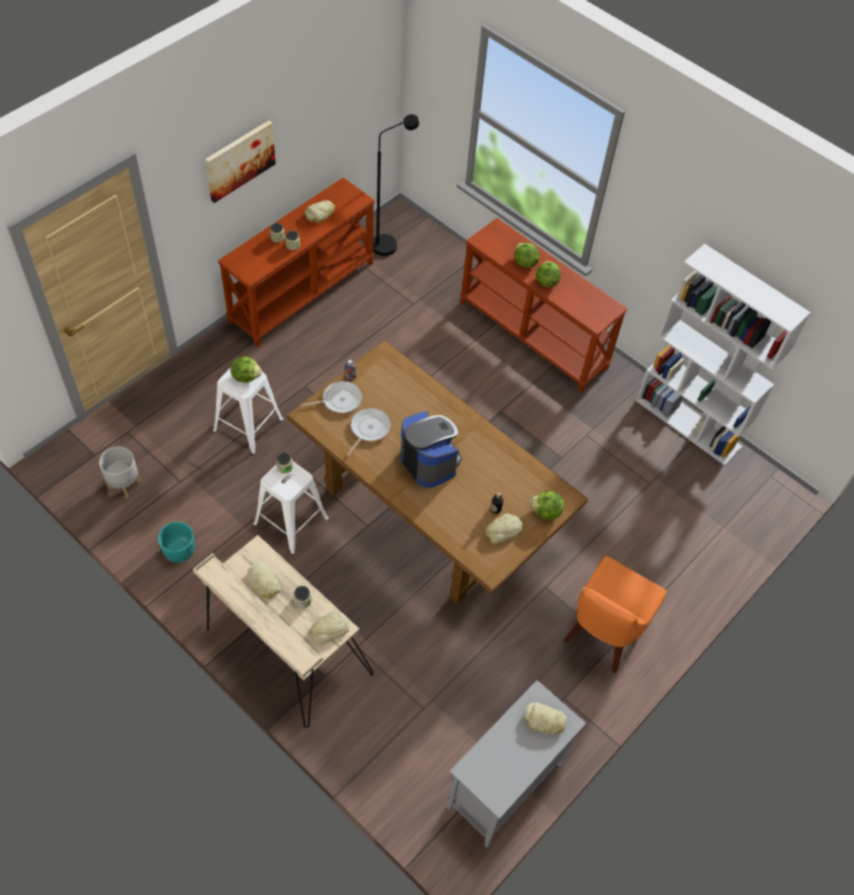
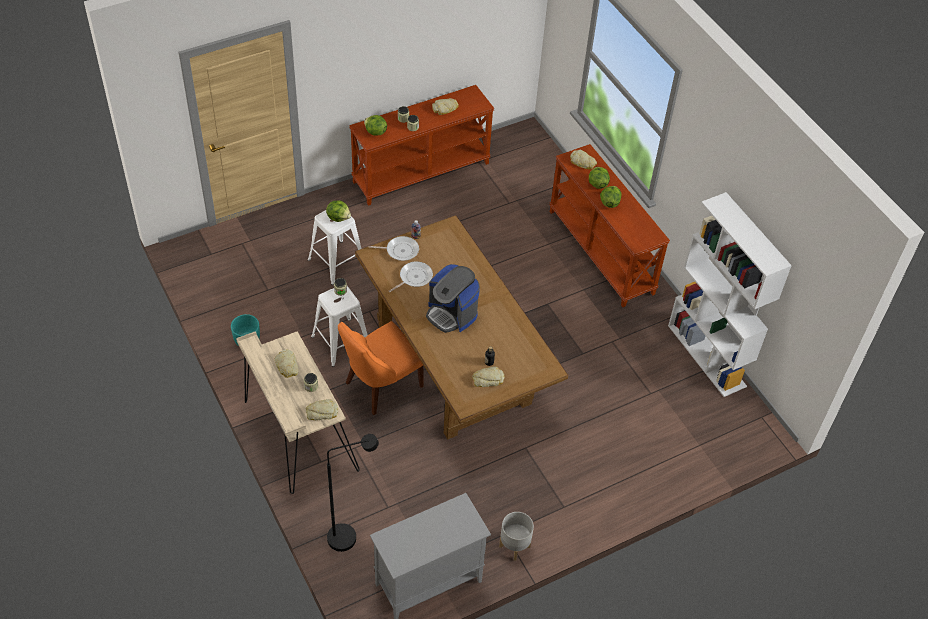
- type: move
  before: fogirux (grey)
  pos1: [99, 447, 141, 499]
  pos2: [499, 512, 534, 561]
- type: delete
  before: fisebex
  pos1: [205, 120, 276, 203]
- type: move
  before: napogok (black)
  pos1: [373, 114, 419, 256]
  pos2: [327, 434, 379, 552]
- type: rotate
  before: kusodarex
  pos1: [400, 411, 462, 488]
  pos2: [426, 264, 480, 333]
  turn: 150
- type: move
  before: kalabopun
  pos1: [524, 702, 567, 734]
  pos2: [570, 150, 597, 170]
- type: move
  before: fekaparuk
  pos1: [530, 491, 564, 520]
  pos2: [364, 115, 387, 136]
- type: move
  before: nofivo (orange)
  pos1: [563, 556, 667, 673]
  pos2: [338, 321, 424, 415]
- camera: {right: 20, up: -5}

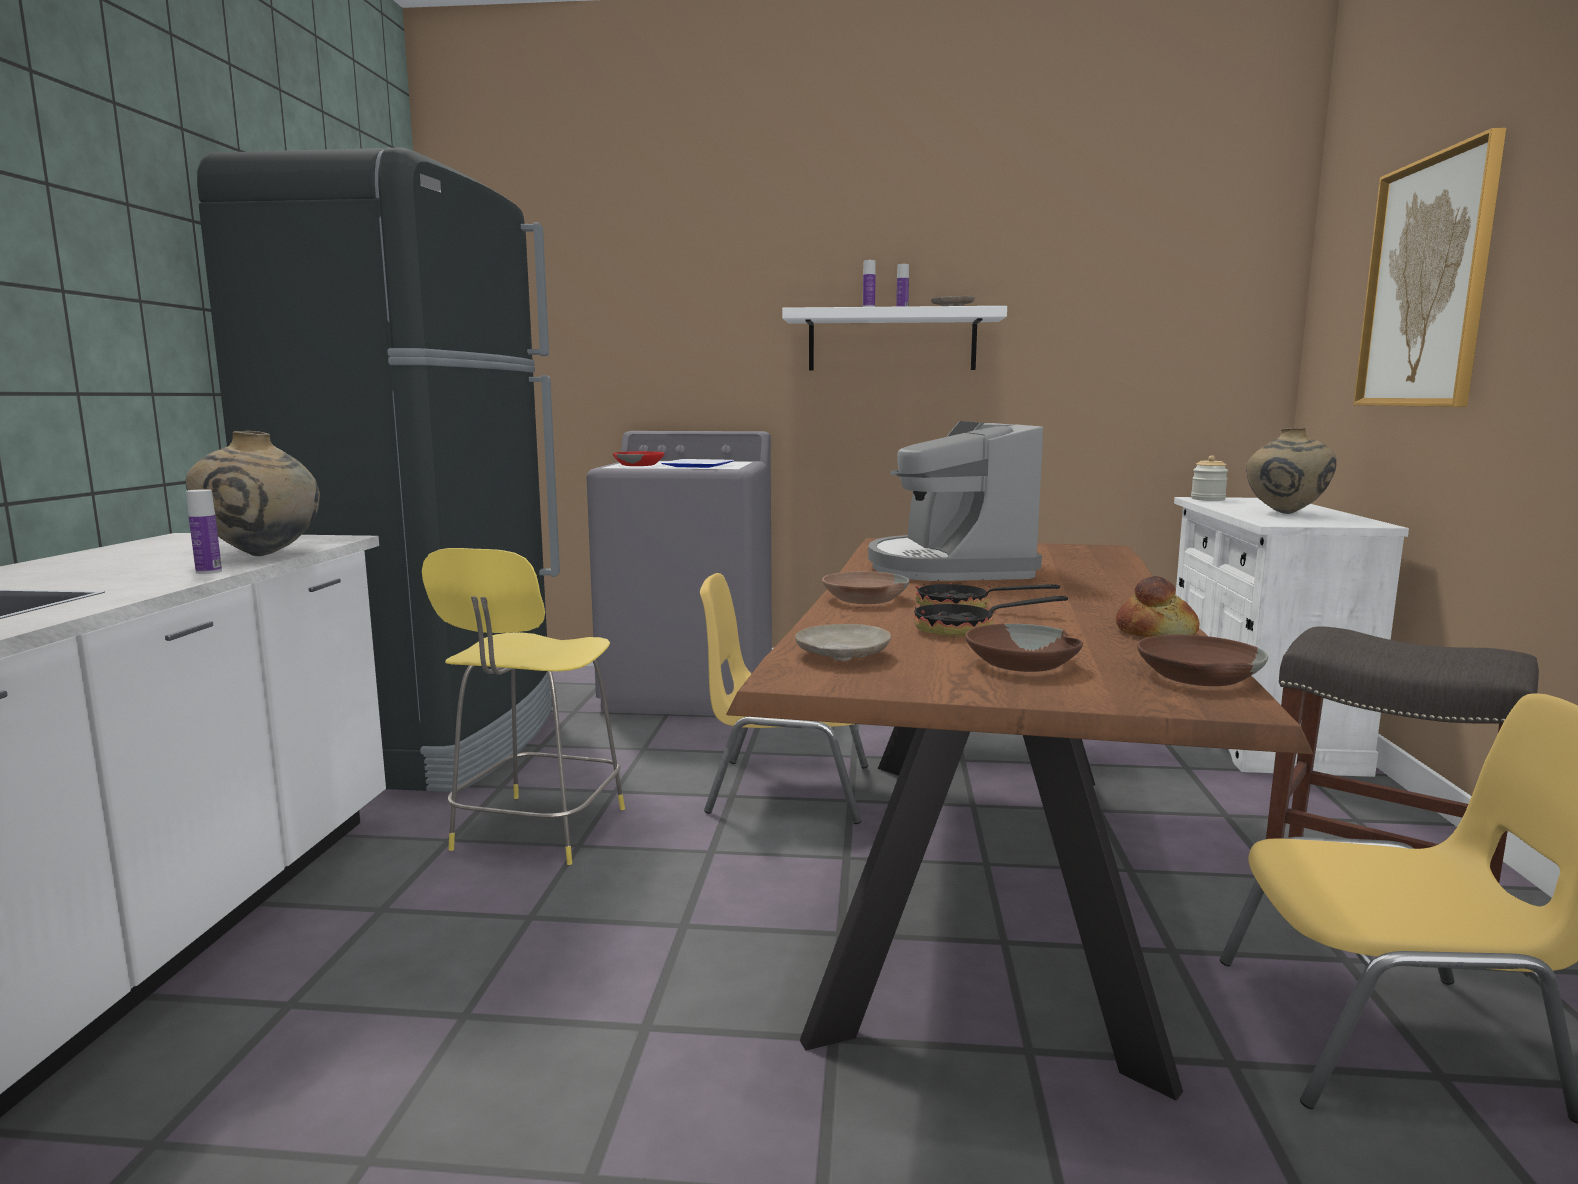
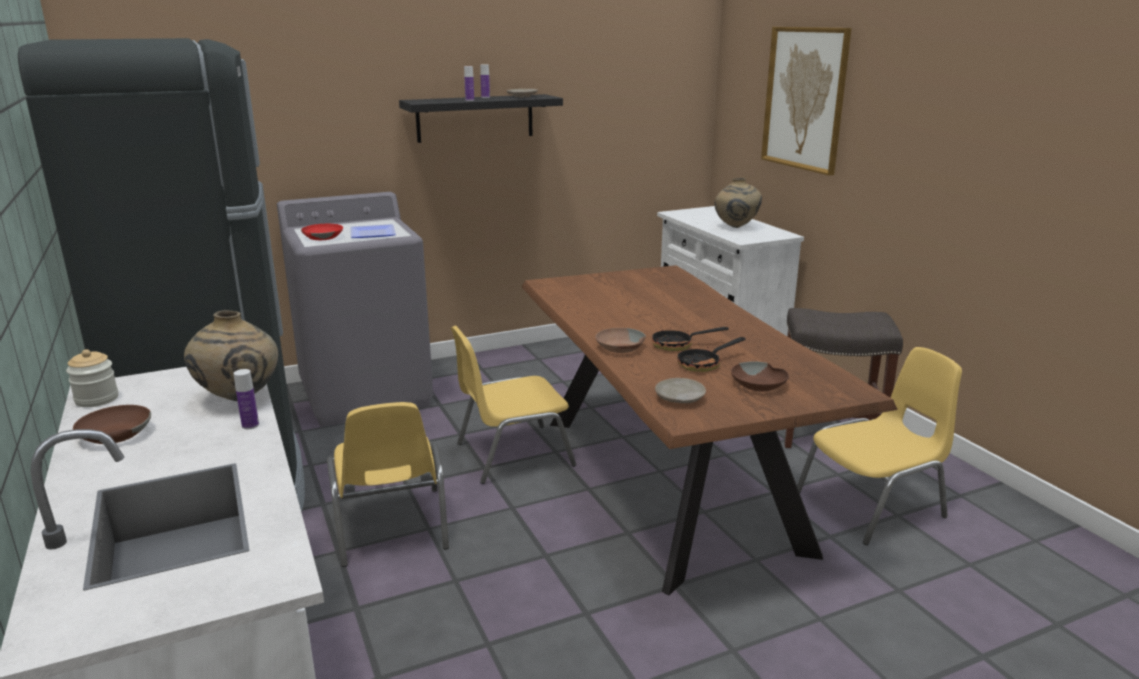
- type: replace
  before: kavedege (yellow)
  after: nofivo (yellow)
  pos1: [422, 548, 625, 865]
  pos2: [327, 402, 449, 567]
- type: recolor
  before: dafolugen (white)
  after: dafolugen (black)
  pos1: [782, 306, 1007, 370]
  pos2: [399, 94, 563, 143]
- type: delete
  before: kusodarex
  pos1: [868, 421, 1043, 581]
- type: delete
  before: kalabopun
  pos1: [1116, 576, 1199, 637]
- type: move
  before: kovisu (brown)
  pos1: [1137, 635, 1268, 686]
  pos2: [73, 405, 151, 444]
- type: move
  before: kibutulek
  pos1: [1191, 455, 1228, 501]
  pos2: [66, 349, 118, 407]
- camera: {right: -30, up: 10}

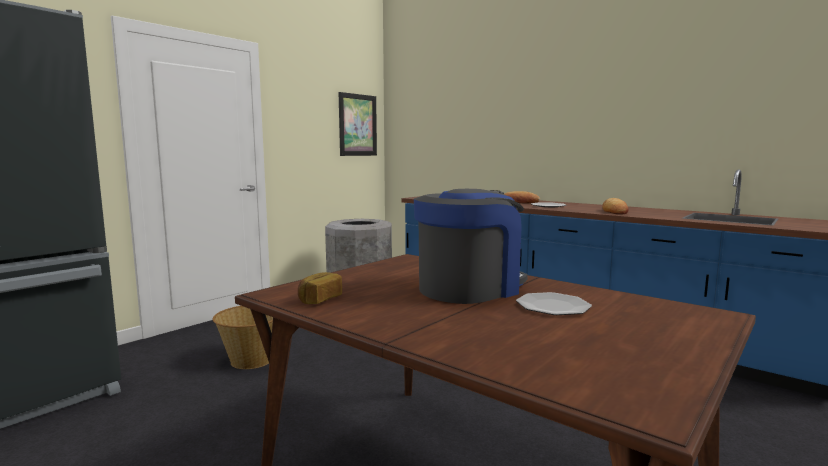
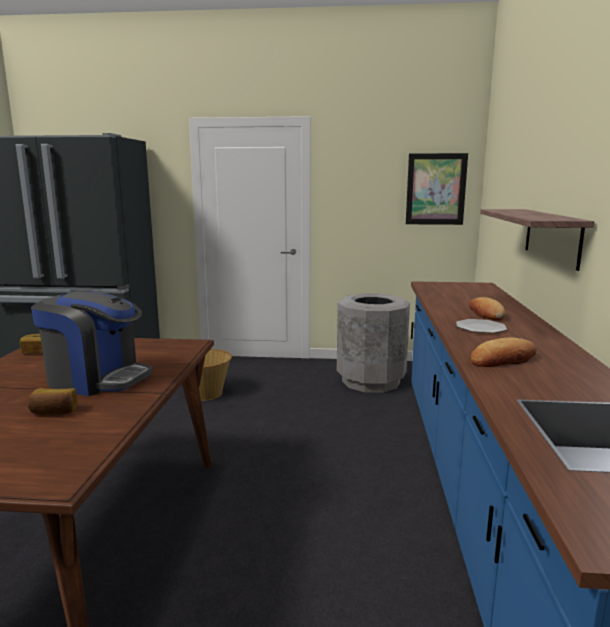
- type: replace
  before: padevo
  after: kalabopun
  pos1: [516, 292, 592, 315]
  pos2: [27, 388, 78, 415]
- type: insert
  after: dafolugen
  pos2: [480, 209, 595, 271]
- camera: {right: 55, up: 5}

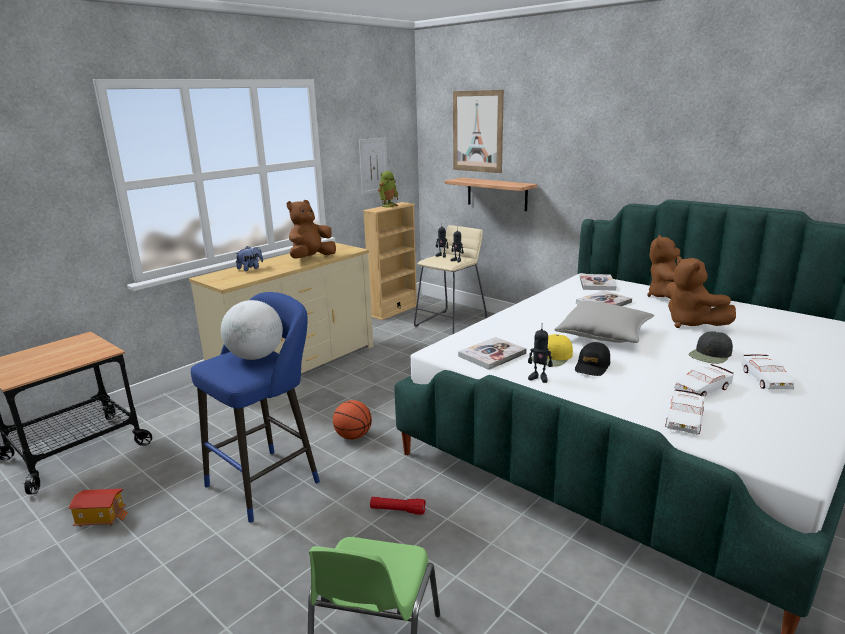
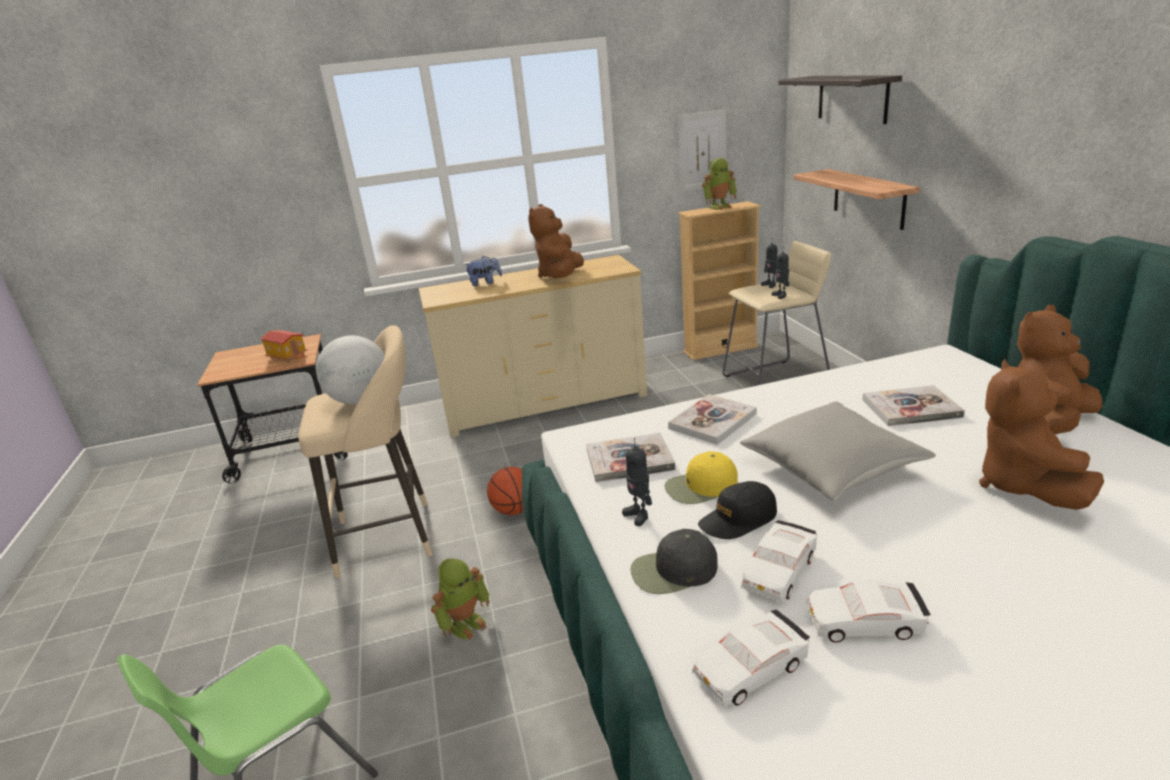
- type: move
  before: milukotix
  pos1: [68, 489, 128, 527]
  pos2: [260, 330, 308, 362]
- type: recolor
  before: kavedege (blue)
  after: kavedege (beige)
  pos1: [191, 292, 320, 523]
  pos2: [298, 325, 432, 578]
- type: rotate
  before: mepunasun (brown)
  pos1: [287, 200, 336, 259]
  pos2: [528, 204, 584, 278]
  turn: -60
- type: replace
  before: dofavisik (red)
  after: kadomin
  pos1: [370, 497, 426, 515]
  pos2: [431, 559, 490, 640]
- type: replace
  before: fisebex
  after: dafolugen
  pos1: [453, 90, 504, 173]
  pos2: [779, 75, 902, 124]
- type: move
  before: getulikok
  pos1: [580, 274, 616, 291]
  pos2: [668, 394, 757, 445]
- type: move
  before: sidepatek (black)
  pos1: [689, 331, 733, 364]
  pos2: [630, 529, 718, 594]
- type: move
  before: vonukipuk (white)
  pos1: [742, 354, 794, 390]
  pos2: [741, 520, 817, 603]
- camera: {right: 35, up: 5}

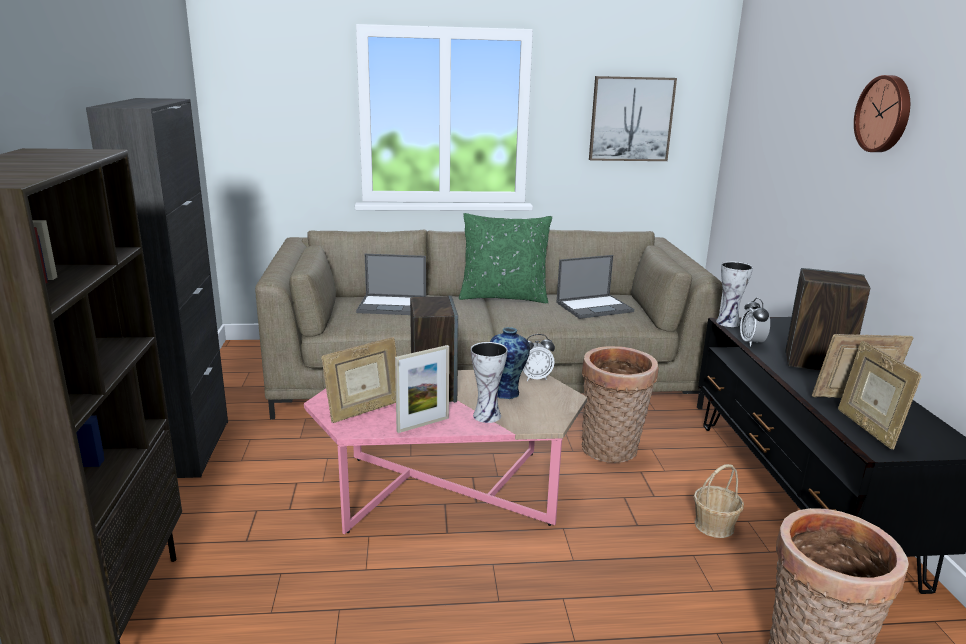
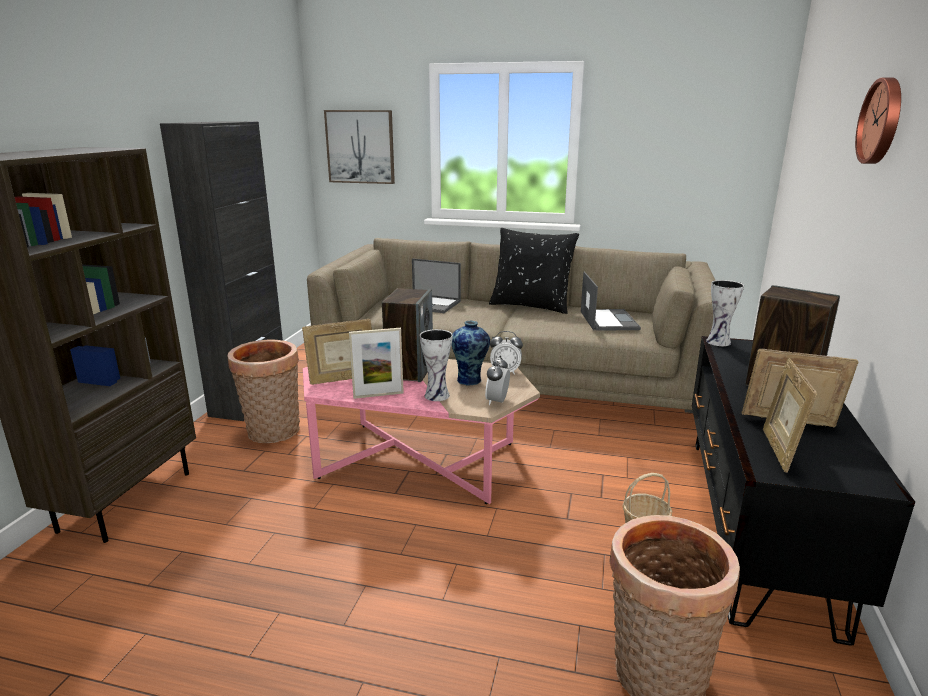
- type: recolor
  before: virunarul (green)
  after: virunarul (black)
  pos1: [459, 213, 552, 303]
  pos2: [489, 228, 579, 314]
- type: rotate
  before: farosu
  pos1: [557, 255, 634, 319]
  pos2: [581, 271, 641, 331]
  turn: -90
- type: move
  before: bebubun
  pos1: [581, 346, 658, 463]
  pos2: [227, 340, 300, 443]
- type: move
  before: fisebex
  pos1: [589, 76, 677, 161]
  pos2: [324, 110, 395, 184]
- type: move
  before: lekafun
  pos1: [740, 298, 770, 347]
  pos2: [485, 355, 510, 405]
- camera: {right: 20, up: 0}

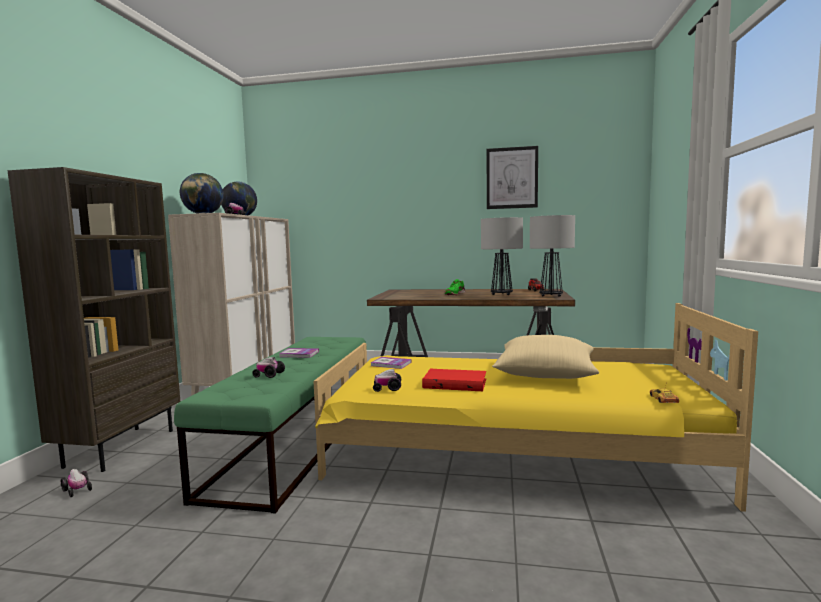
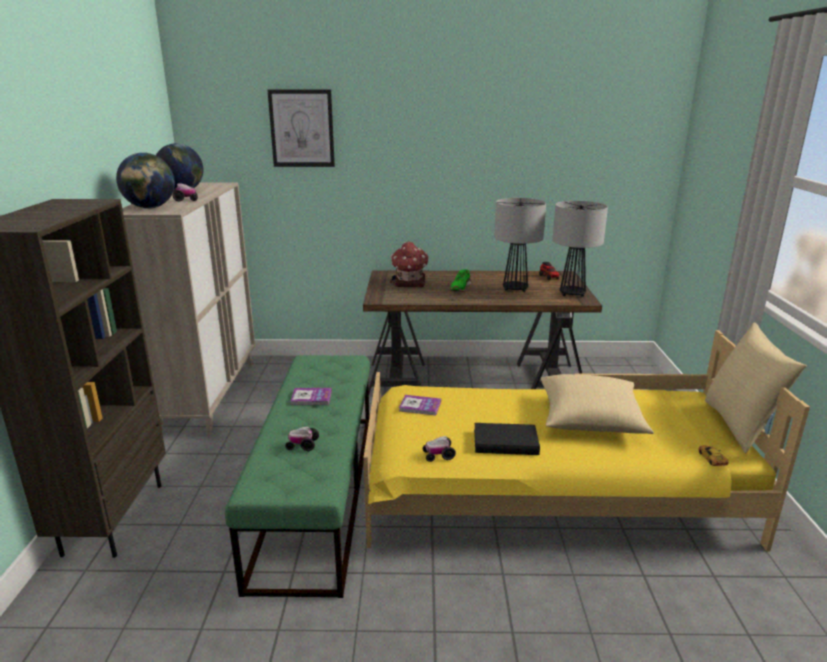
- type: delete
  before: vonukipuk
  pos1: [61, 469, 92, 497]
- type: recolor
  before: getulikok (red)
  after: getulikok (black)
  pos1: [422, 369, 486, 391]
  pos2: [474, 423, 540, 455]
- type: move
  before: fisebex
  pos1: [487, 146, 538, 209]
  pos2: [268, 90, 335, 167]
- type: insert
  after: milukotix
  pos2: [390, 241, 428, 287]
- type: insert
  after: virunarul (beige)
  pos2: [705, 322, 807, 453]
- camera: {right: -10, up: 15}

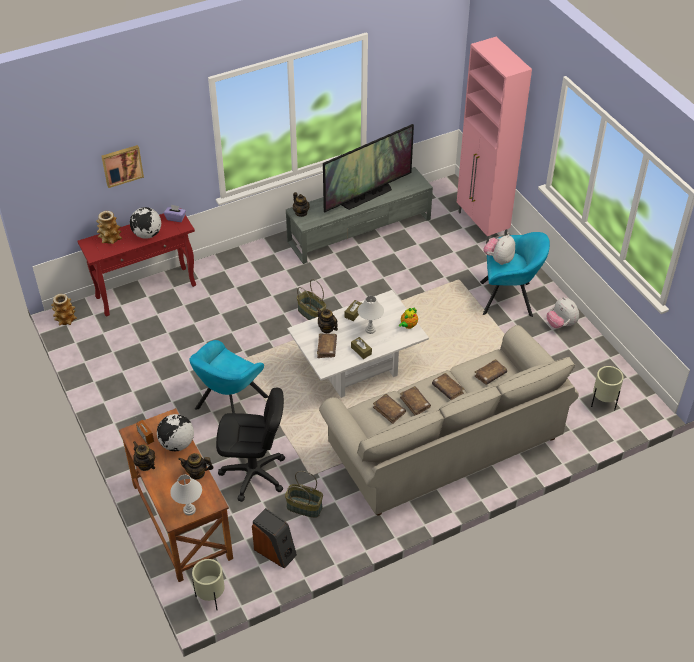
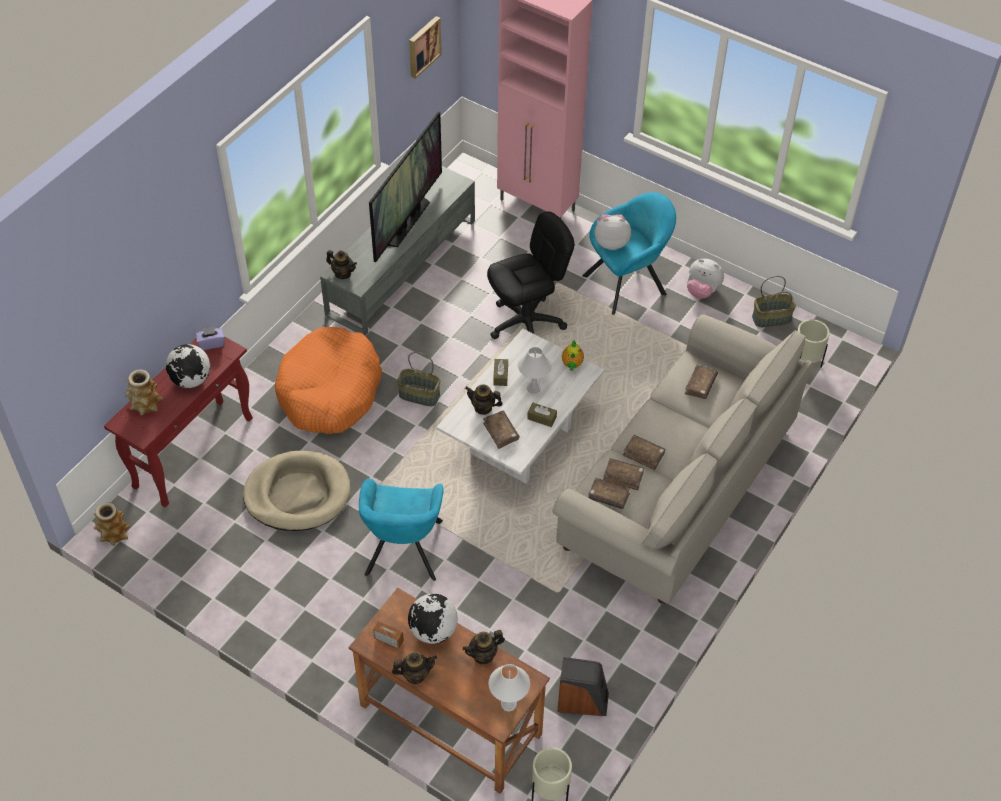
- type: move
  before: fisebex
  pos1: [101, 145, 144, 188]
  pos2: [409, 16, 442, 79]
- type: rotate
  before: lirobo
  pos1: [133, 441, 155, 471]
  pos2: [392, 652, 437, 684]
  turn: 150
- type: move
  before: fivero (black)
  pos1: [216, 388, 285, 502]
  pos2: [487, 211, 574, 339]
- type: move
  before: bebubun
  pos1: [285, 471, 323, 518]
  pos2: [752, 276, 796, 327]
- type: move
  before: getulikok (brown)
  pos1: [432, 373, 464, 400]
  pos2: [588, 478, 630, 509]
- type: rotate
  before: mepunasun
  pos1: [483, 234, 515, 265]
  pos2: [594, 214, 631, 250]
  turn: 90
- type: insert
  after: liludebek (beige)
  pos2: [243, 450, 351, 531]
- type: insert
  after: liludebek (orange)
  pos2: [275, 327, 382, 434]
- camera: {right: -30, up: 5}

